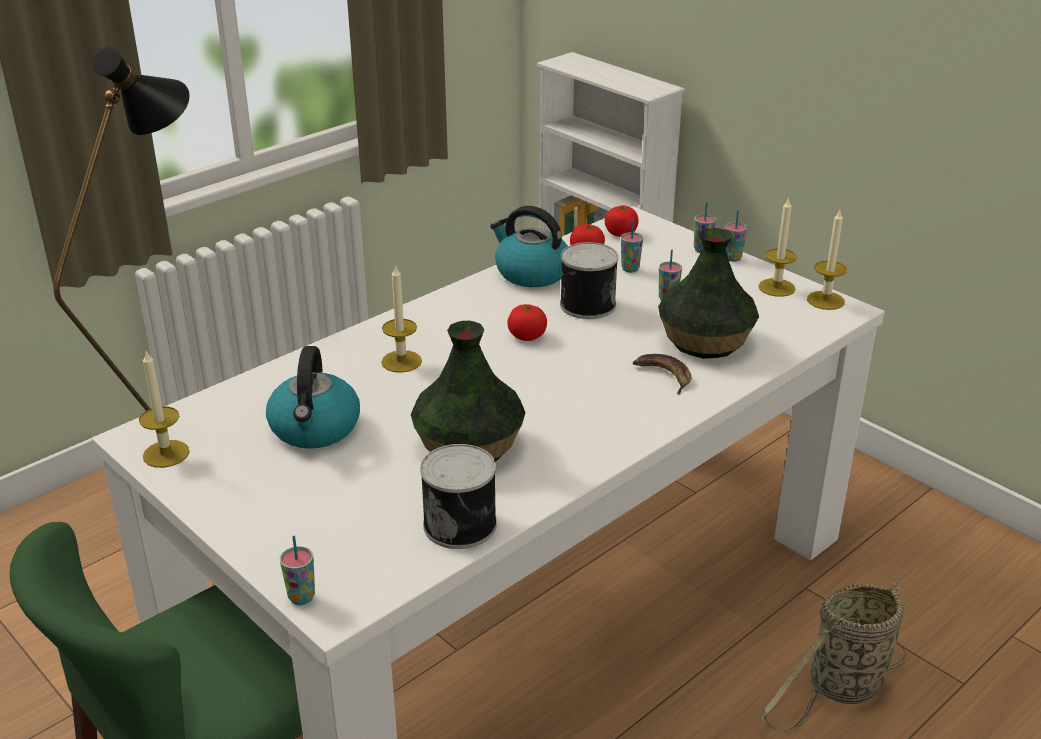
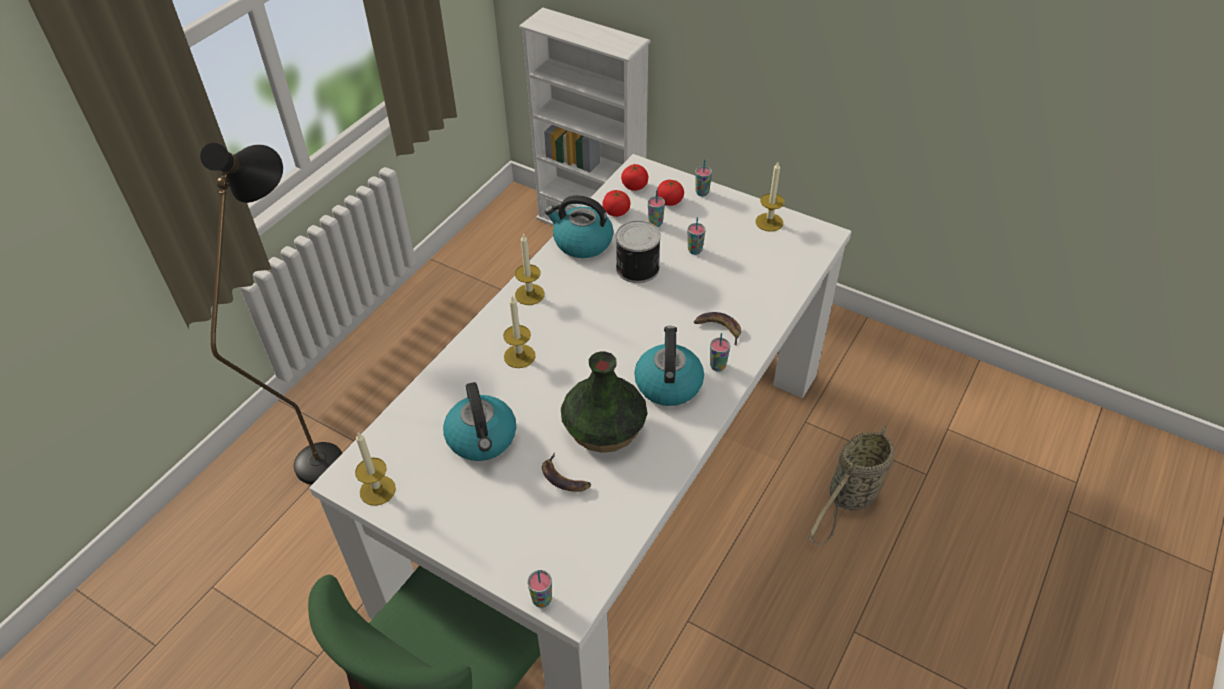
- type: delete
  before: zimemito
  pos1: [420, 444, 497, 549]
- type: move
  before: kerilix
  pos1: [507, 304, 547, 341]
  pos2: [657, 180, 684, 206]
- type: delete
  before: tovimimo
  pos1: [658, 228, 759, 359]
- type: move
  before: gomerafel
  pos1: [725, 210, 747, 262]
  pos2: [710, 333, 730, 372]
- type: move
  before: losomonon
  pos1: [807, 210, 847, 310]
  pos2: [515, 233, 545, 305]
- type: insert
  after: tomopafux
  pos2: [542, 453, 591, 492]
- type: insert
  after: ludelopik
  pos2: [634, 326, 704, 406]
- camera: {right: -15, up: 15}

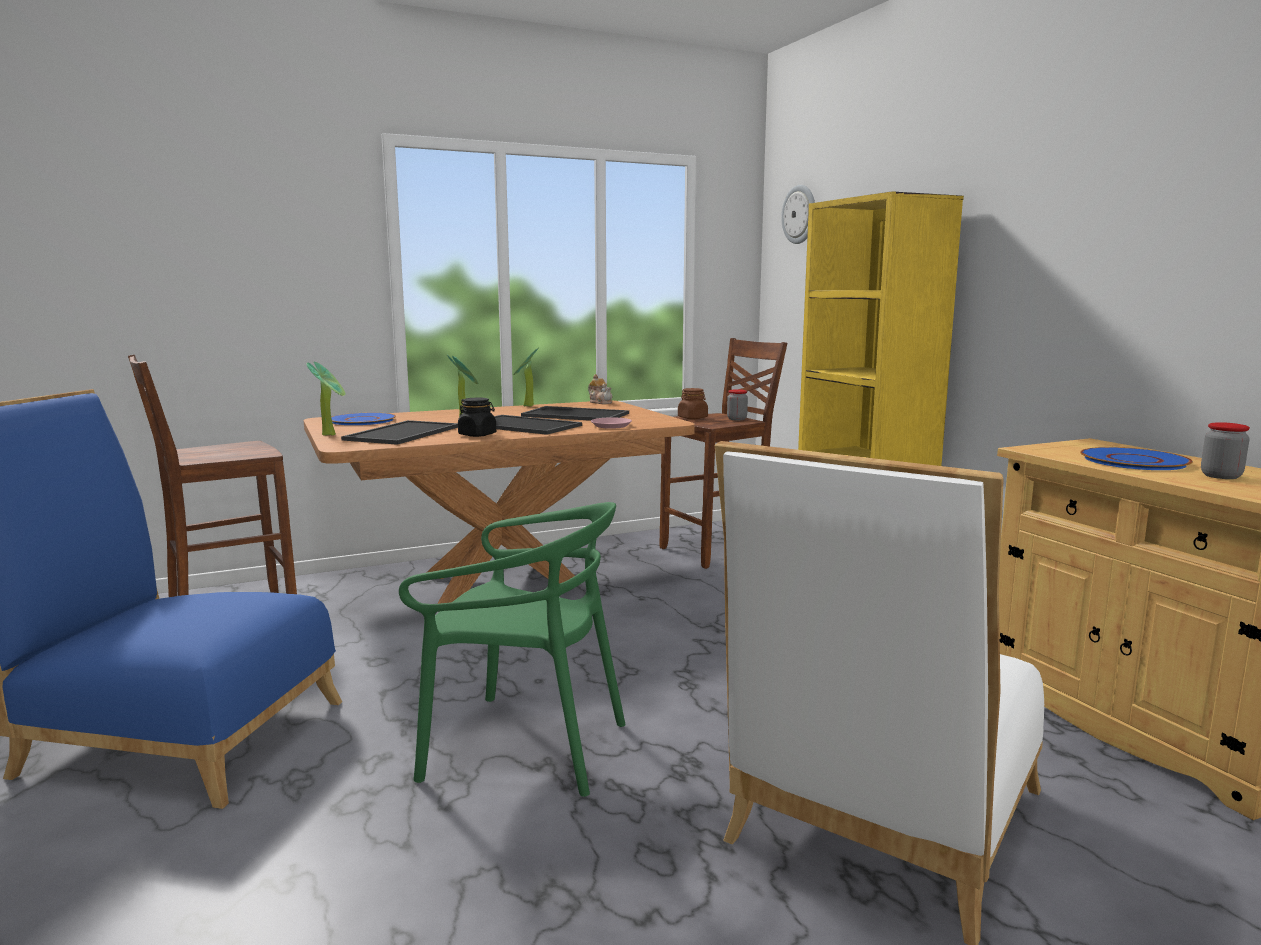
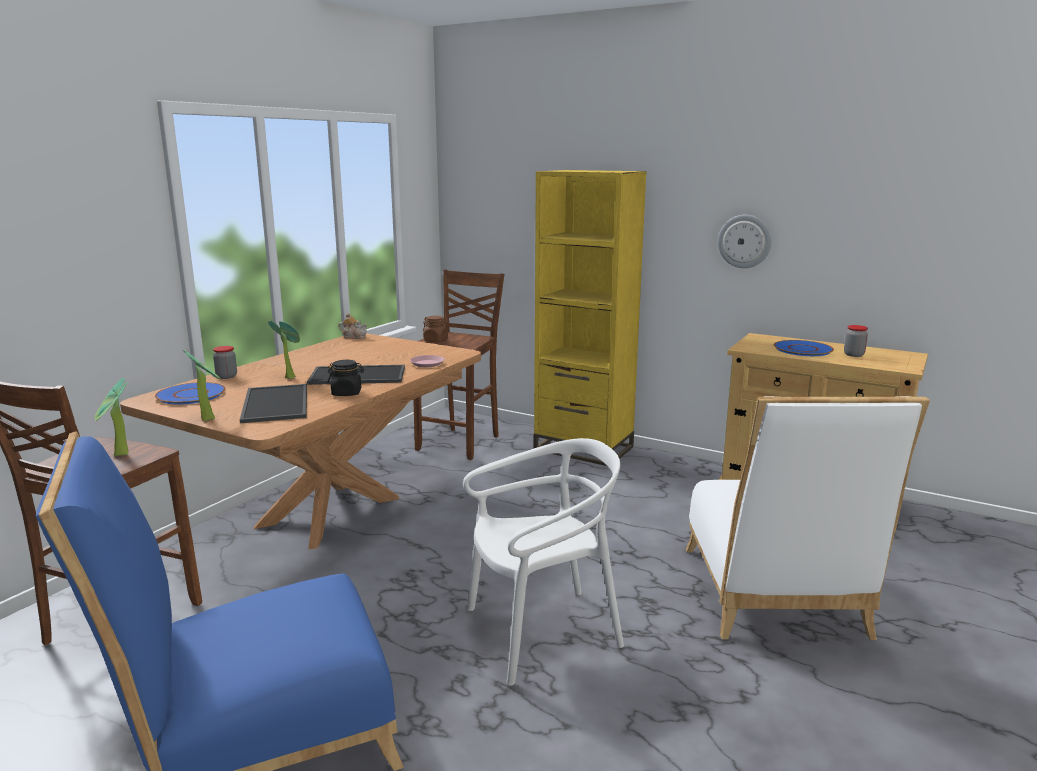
- type: recolor
  before: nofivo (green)
  after: nofivo (white)
  pos1: [399, 502, 625, 797]
  pos2: [463, 438, 624, 686]
- type: move
  before: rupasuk
  pos1: [513, 347, 539, 406]
  pos2: [95, 378, 128, 456]
- type: delete
  before: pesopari
  pos1: [521, 406, 629, 421]
- type: move
  before: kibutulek
  pos1: [727, 389, 748, 420]
  pos2: [213, 346, 237, 379]
- type: move
  before: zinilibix
  pos1: [781, 185, 815, 244]
  pos2: [718, 215, 772, 268]
- camera: {right: -35, up: 5}

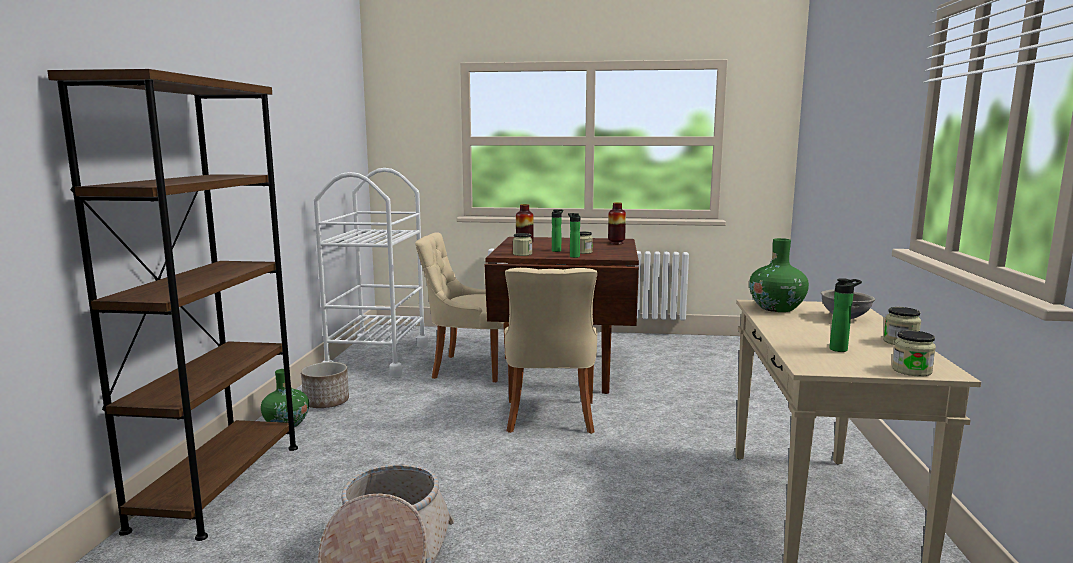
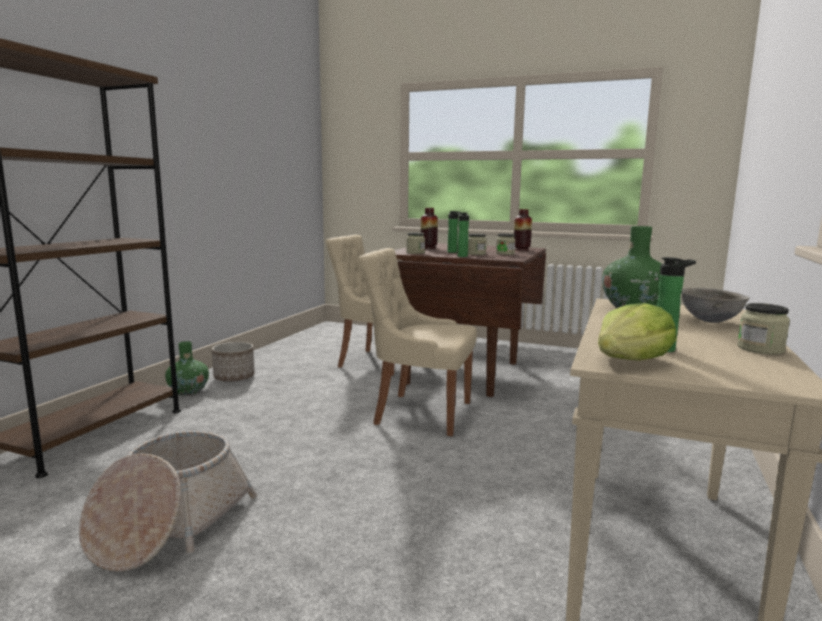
- type: delete
  before: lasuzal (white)
  pos1: [314, 168, 428, 377]
- type: rotate
  before: nofivo (beige)
  pos1: [505, 268, 598, 434]
  pos2: [359, 248, 477, 436]
  turn: 90
- type: move
  before: kibutulek
  pos1: [892, 330, 936, 377]
  pos2: [496, 233, 516, 255]
- type: insert
  after: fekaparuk
  pos2: [598, 303, 677, 361]
- camera: {right: 15, up: 0}

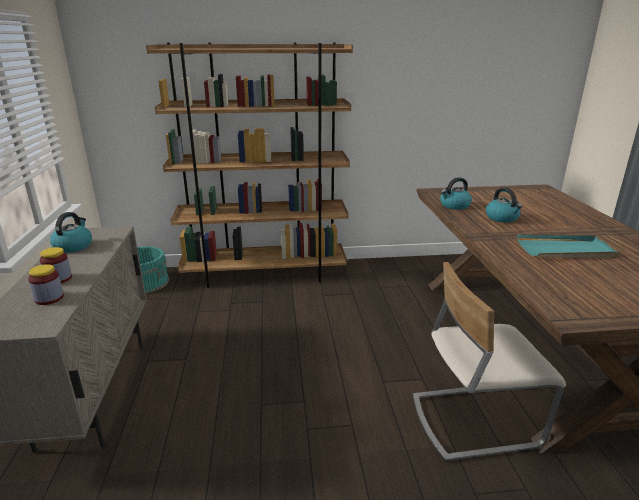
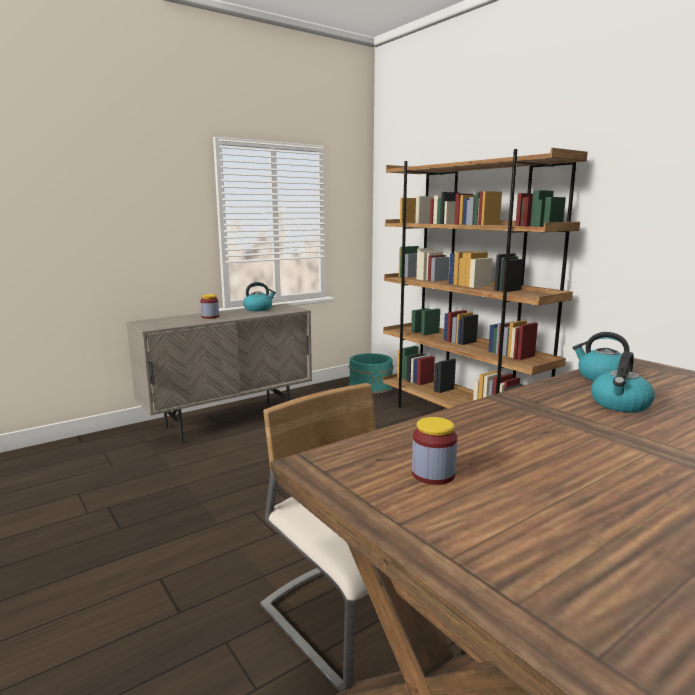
- type: move
  before: kibutulek
  pos1: [28, 264, 64, 305]
  pos2: [412, 417, 457, 485]
- type: delete
  before: pesopari (turquoise)
  pos1: [517, 235, 620, 258]
- camera: {right: 60, up: -10}

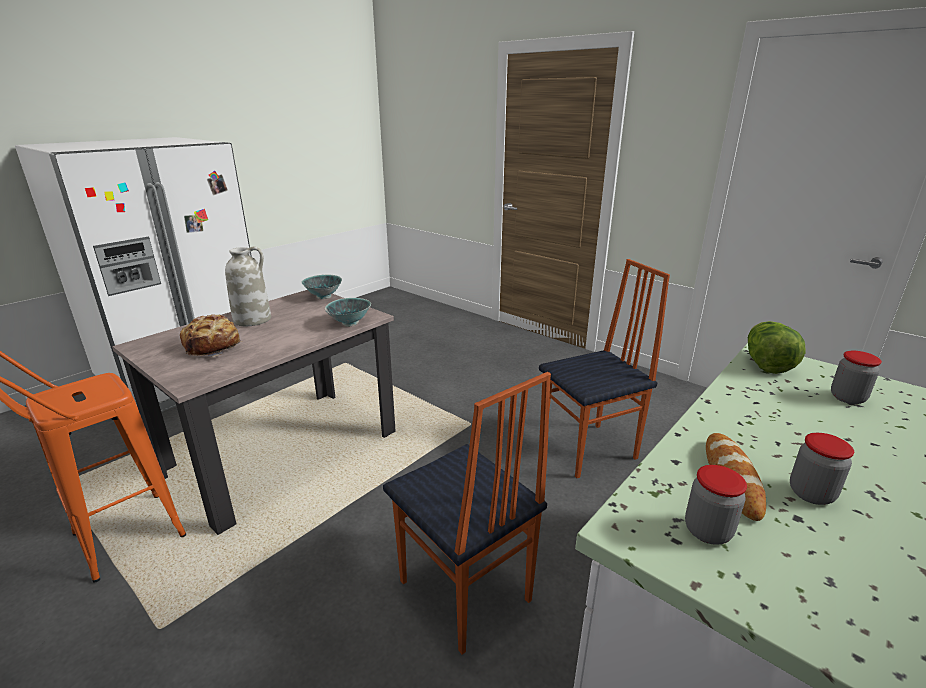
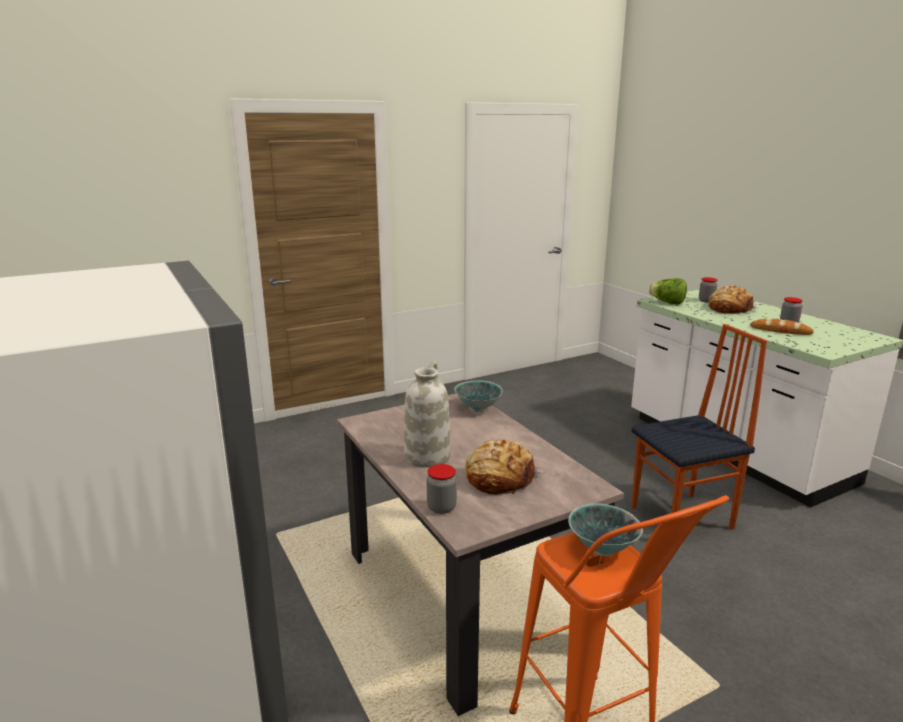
- type: move
  before: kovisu
  pos1: [301, 275, 342, 299]
  pos2: [568, 503, 643, 557]
- type: delete
  before: nofivo
  pos1: [539, 259, 670, 478]
- type: move
  before: kibutulek
  pos1: [685, 465, 747, 545]
  pos2: [427, 464, 457, 514]
- type: insert
  after: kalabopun
  pos2: [709, 285, 759, 315]
- camera: {right: -70, up: -5}

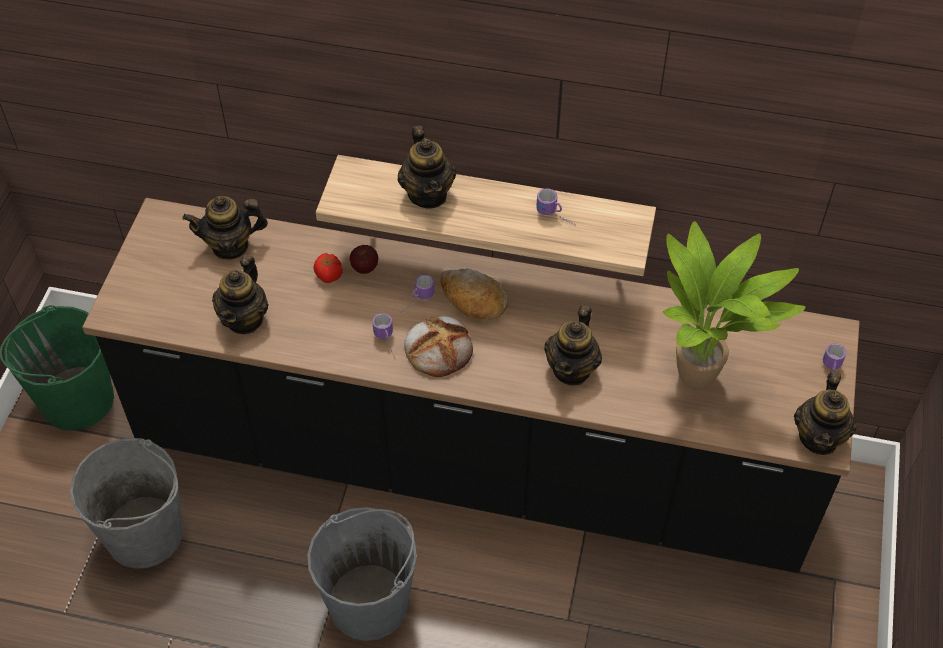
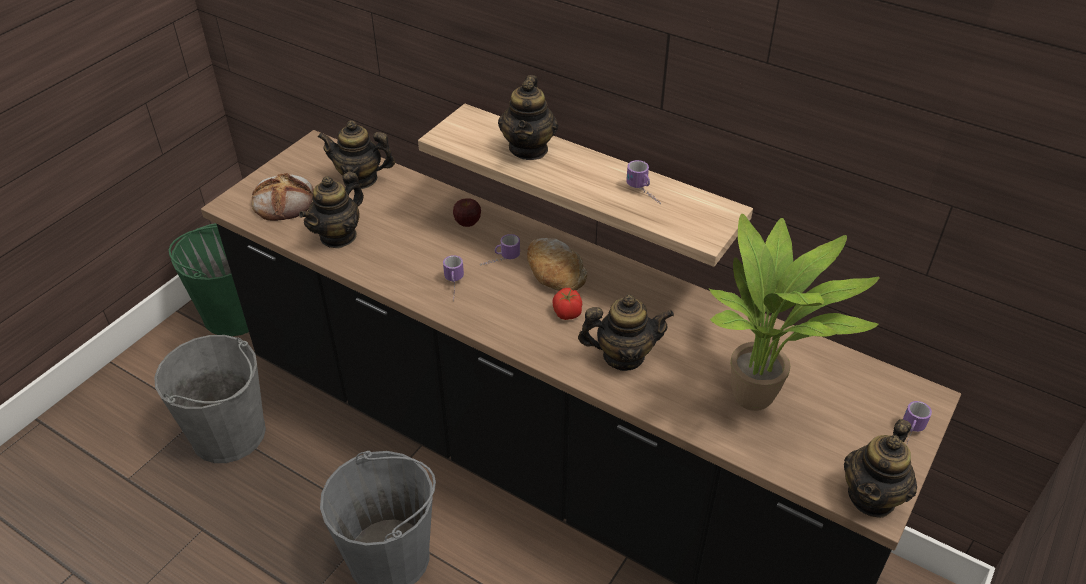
- type: move
  before: kerilix
  pos1: [314, 253, 343, 283]
  pos2: [552, 288, 582, 320]
- type: move
  before: kalabopun
  pos1: [404, 316, 473, 377]
  pos2: [252, 173, 314, 221]
- type: rotate
  before: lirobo
  pos1: [544, 305, 602, 386]
  pos2: [578, 295, 674, 371]
  turn: -135
- camera: {right: 20, up: -10}

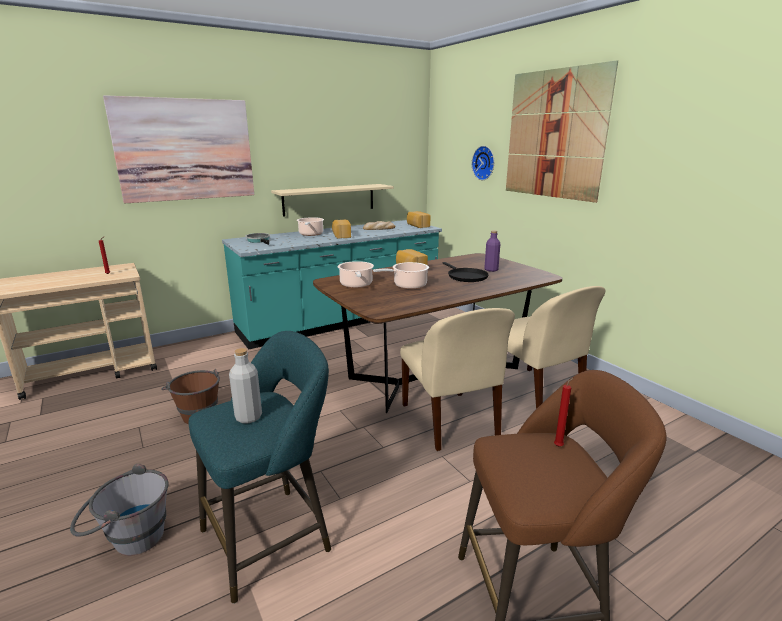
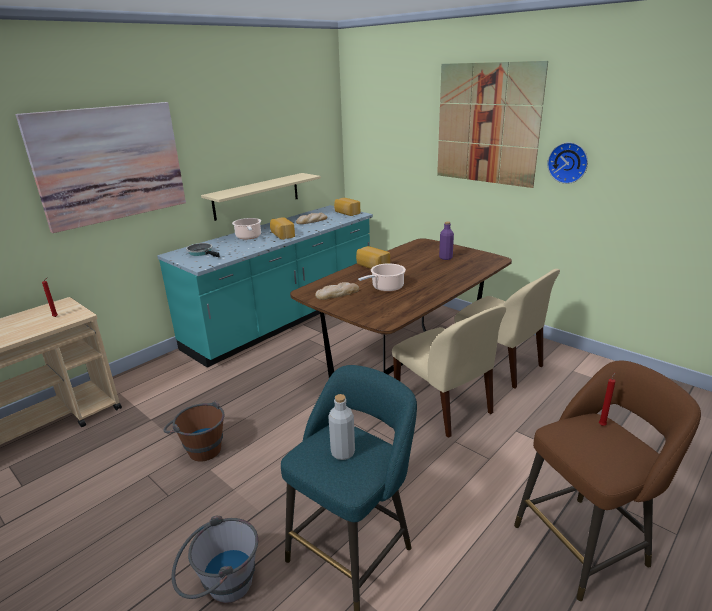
- type: replace
  before: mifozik
  after: kalabopun
  pos1: [338, 261, 374, 288]
  pos2: [315, 282, 359, 300]
- type: delete
  before: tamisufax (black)
  pos1: [443, 262, 489, 282]
- type: move
  before: zinilibix
  pos1: [472, 146, 494, 180]
  pos2: [547, 142, 588, 184]
- camera: {right: -15, up: 5}

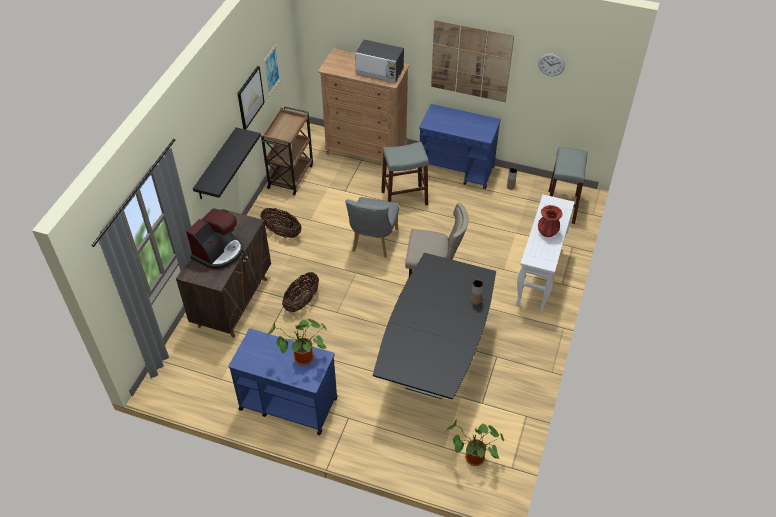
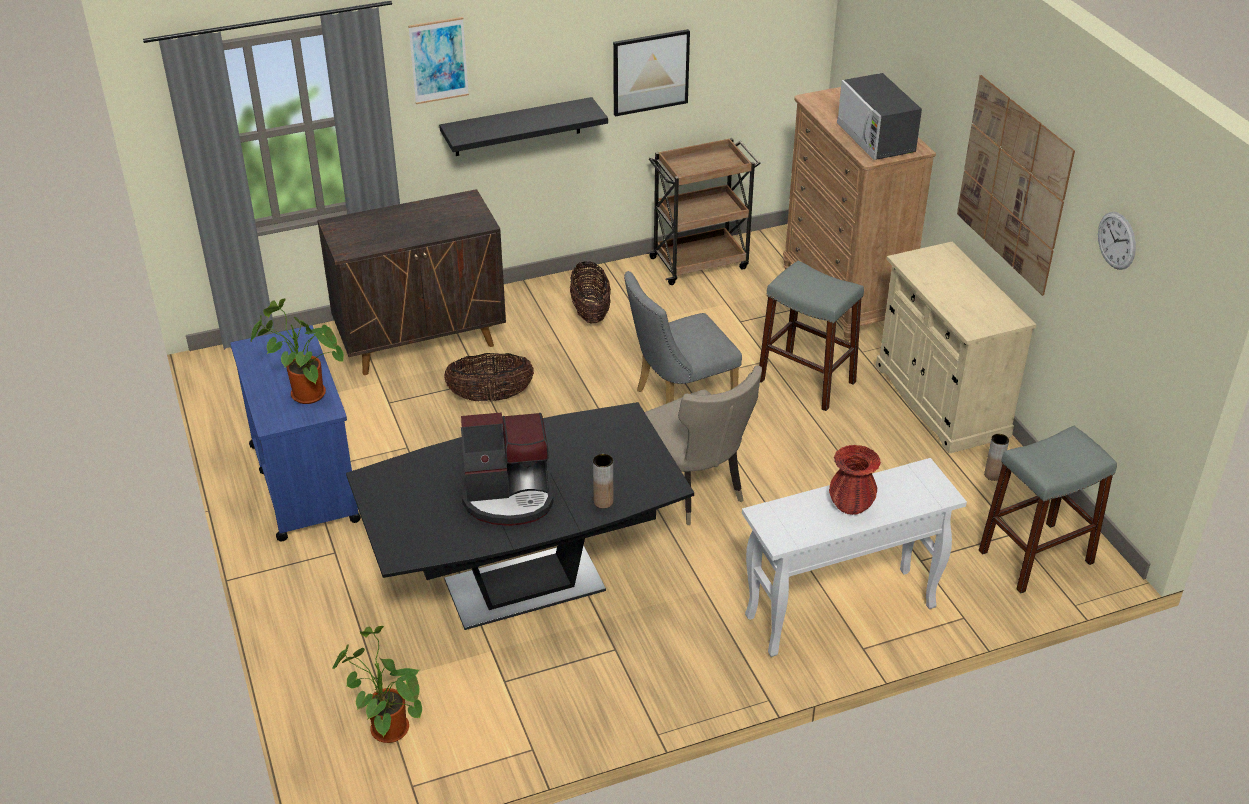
- type: move
  before: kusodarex
  pos1: [186, 208, 244, 269]
  pos2: [460, 412, 553, 526]
- type: move
  before: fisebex
  pos1: [263, 44, 280, 97]
  pos2: [408, 17, 469, 104]
- type: replace
  before: lasuzal (blue)
  after: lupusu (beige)
  pos1: [419, 104, 501, 189]
  pos2: [876, 242, 1036, 453]
- camera: {right: 50, up: -10}

